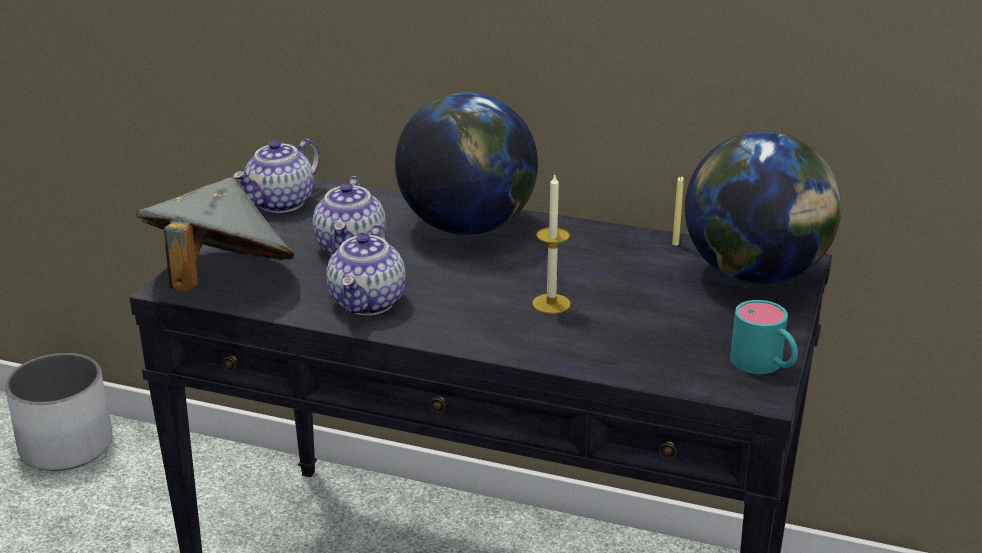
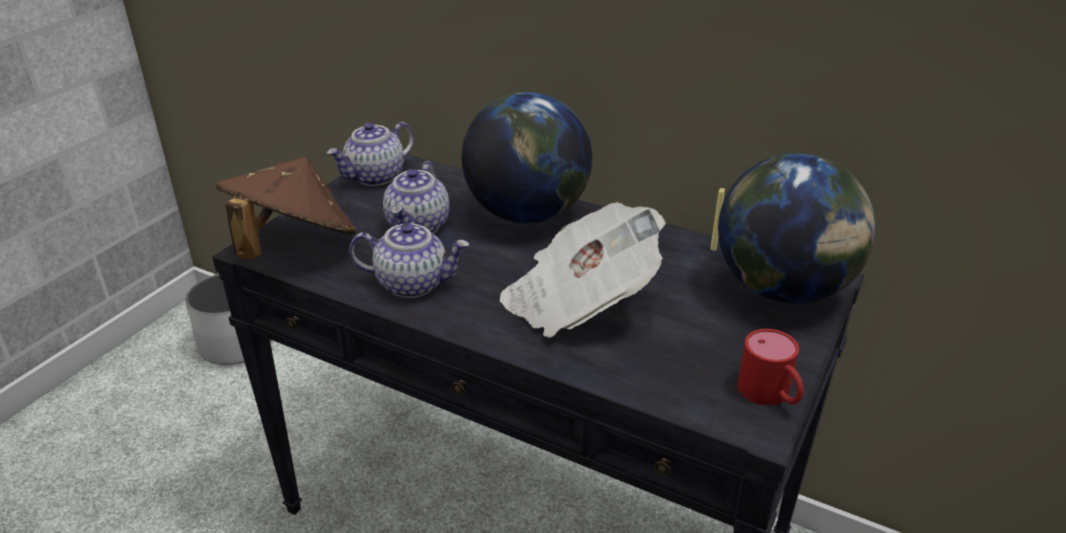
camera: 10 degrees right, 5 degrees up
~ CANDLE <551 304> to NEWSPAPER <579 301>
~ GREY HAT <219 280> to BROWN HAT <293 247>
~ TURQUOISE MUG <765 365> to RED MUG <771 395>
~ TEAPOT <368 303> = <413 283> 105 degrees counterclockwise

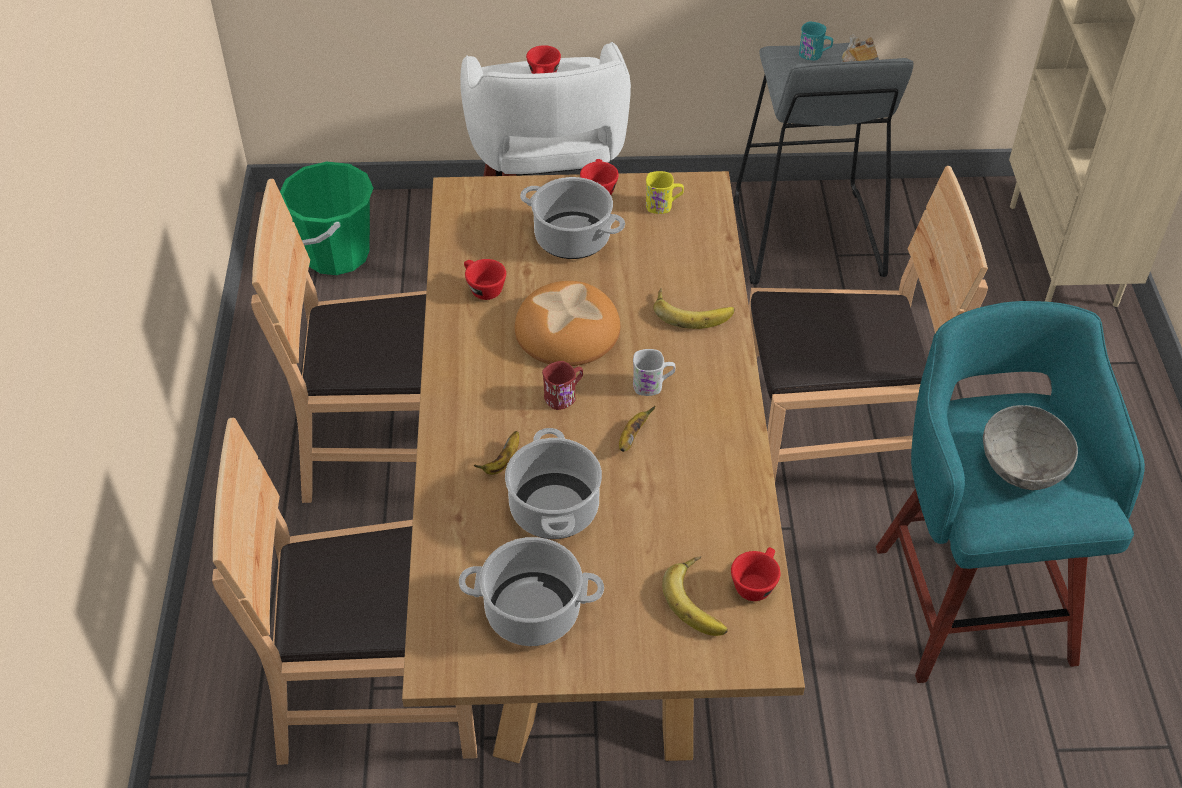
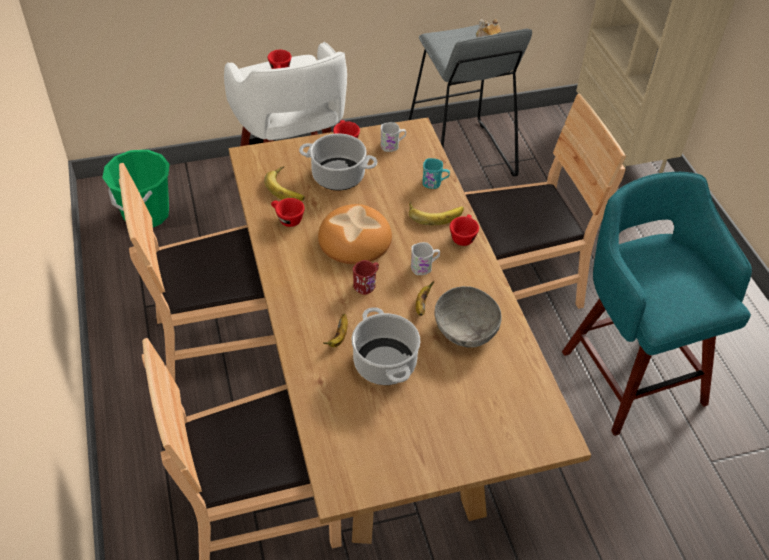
camera: 15 degrees left, 0 degrees up
- COOKING POT <531 612>
~ BANANA <701 600> to <287 187>
~ RED CUP <755 583> to <463 236>
~ TURQUOISE MUG <814 55> to <435 183>
~ GREY BOWL <1022 466> to <465 330>
~ YELLOW MUG <663 205> to WHITE MUG <392 145>

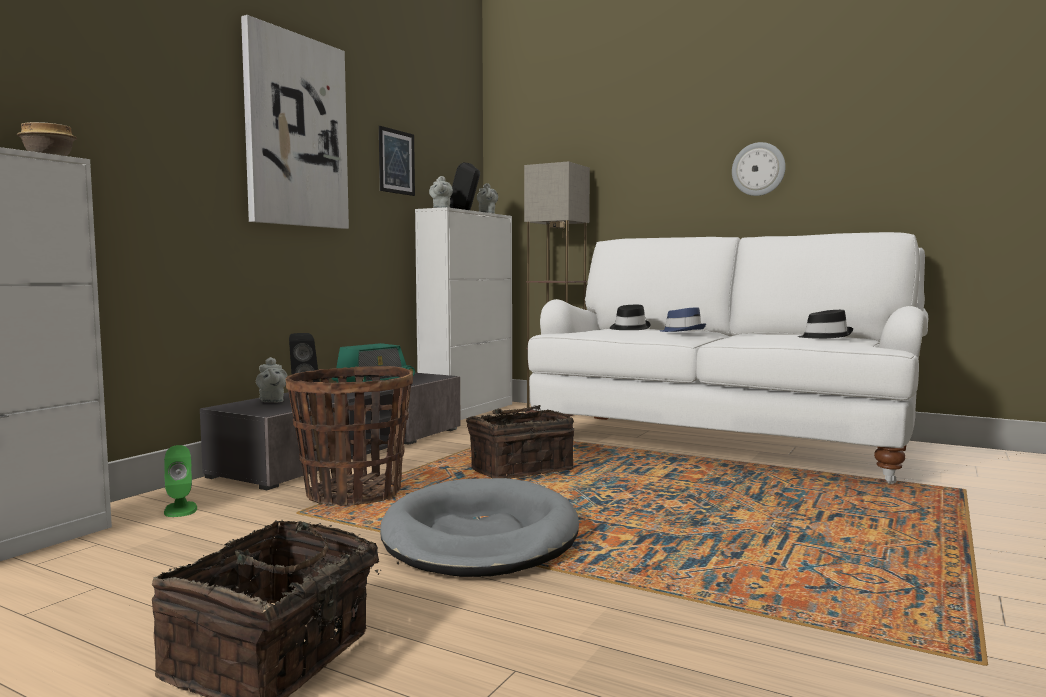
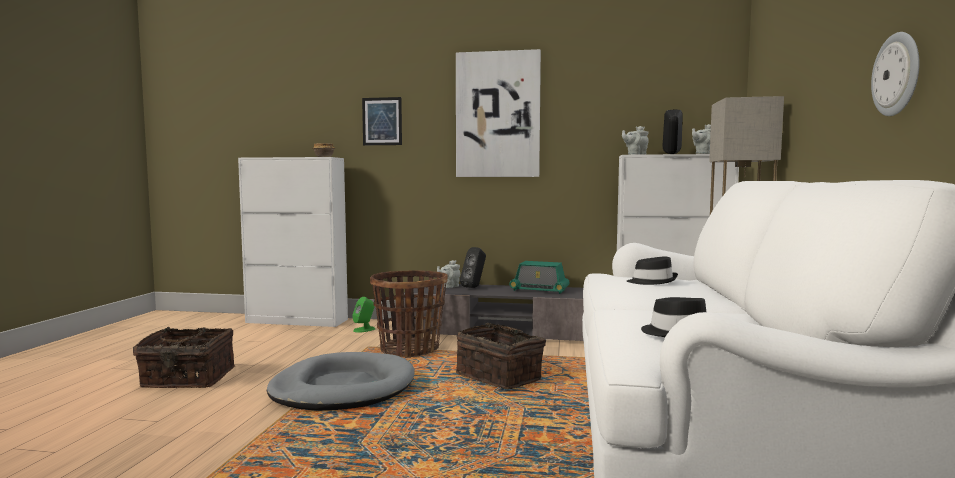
camera: 70 degrees right, 0 degrees up
- BLUE HAT <682 331>
~ PICTURE <396 162> to <382 121>

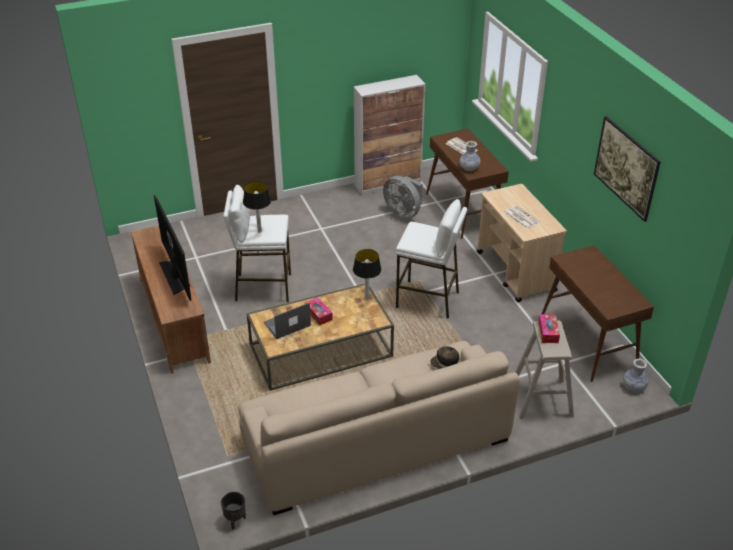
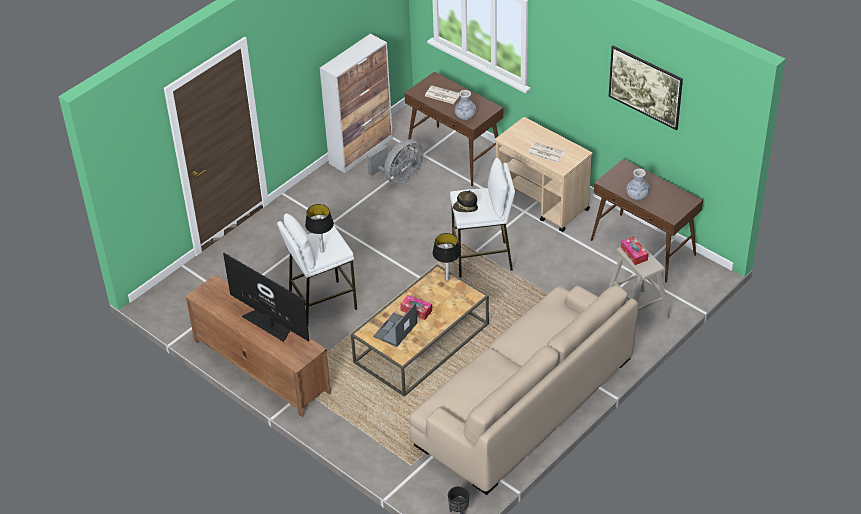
camera: 25 degrees left, 5 degrees up
~ HAT <444 366> to <465 209>
~ VASE <633 386> to <637 195>
~ GREY FAN <403 212> = <399 177> 60 degrees counterclockwise

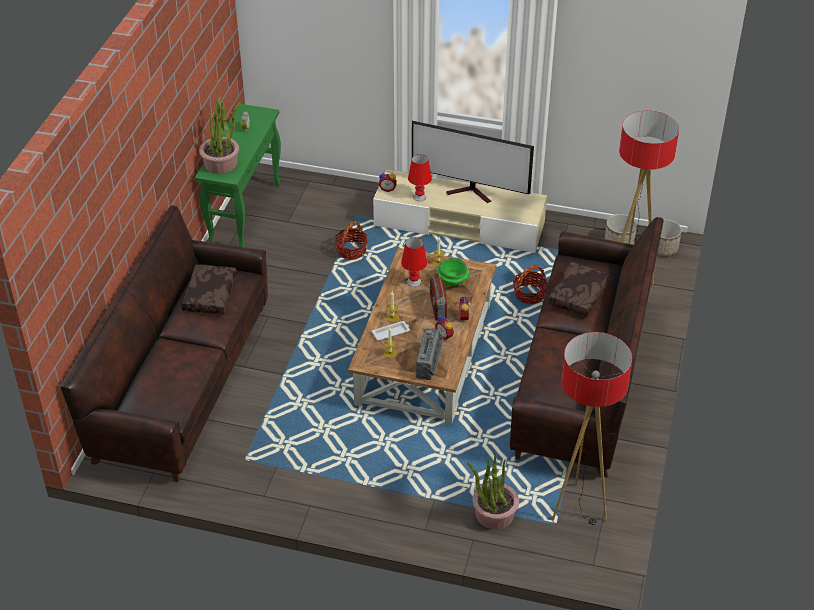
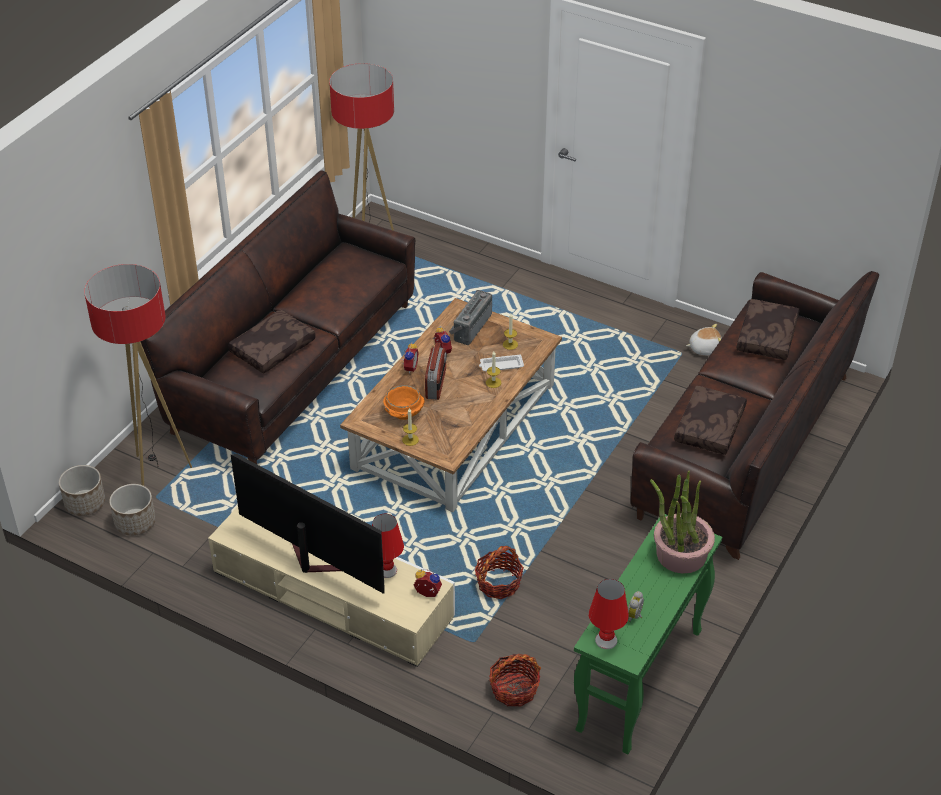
camera: 165 degrees left, 0 degrees up
- POTTED PLANT <494 514>
+ PLUSH TOY <704 348>
+ BROWN PILLOW <768 337>
~ RED TABLE LAMP <414 282> to <606 640>
~ BASKET <529 294> to <514 689>
~ GREEN BOWL <452 280> to ORANGE BOWL <403 413>

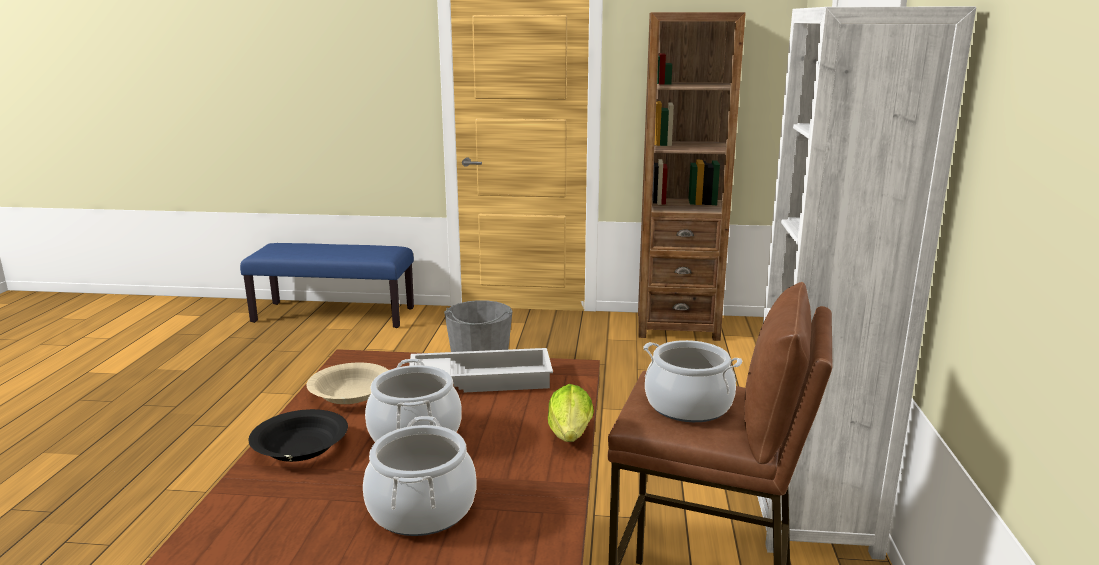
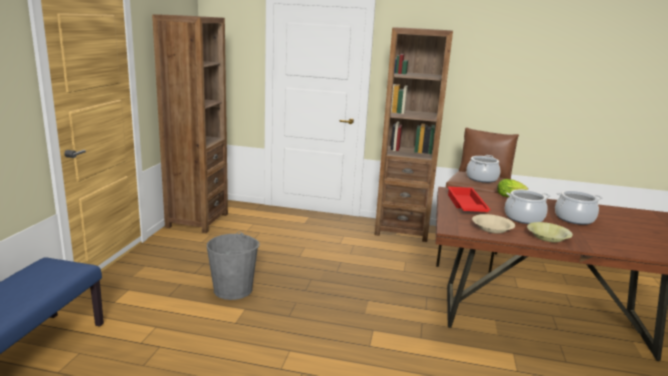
camera: 85 degrees left, 0 degrees up
~ BLACK BOWL <300 448> to YELLOW BOWL <548 237>
~ WHITE TRAY <482 379> to RED TRAY <465 205>
~ WHITE BOOKCASE <811 515> to BROWN BOOKCASE <402 230>

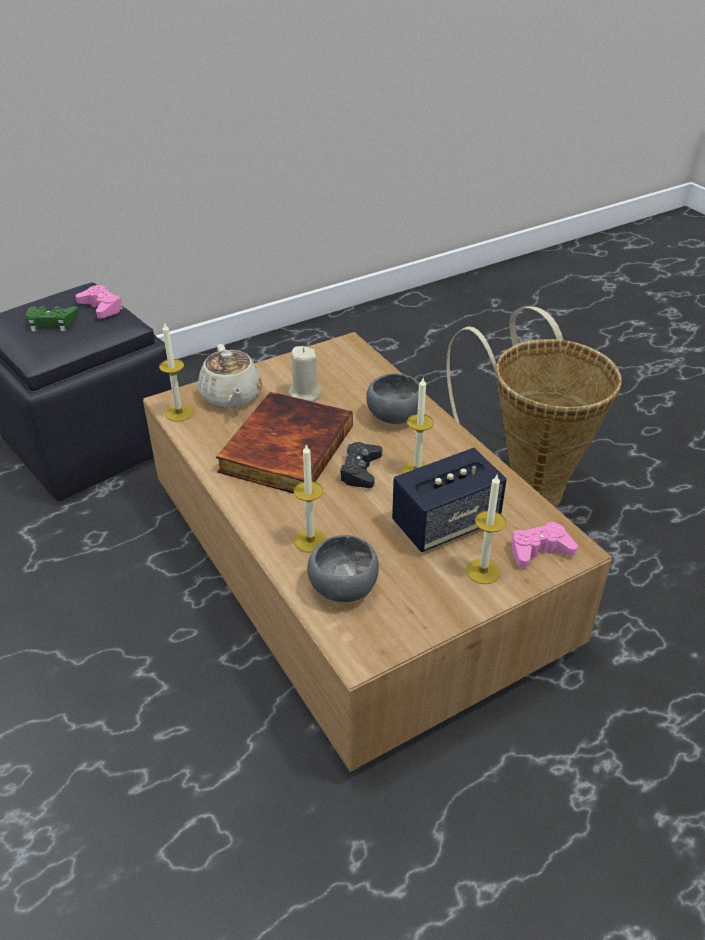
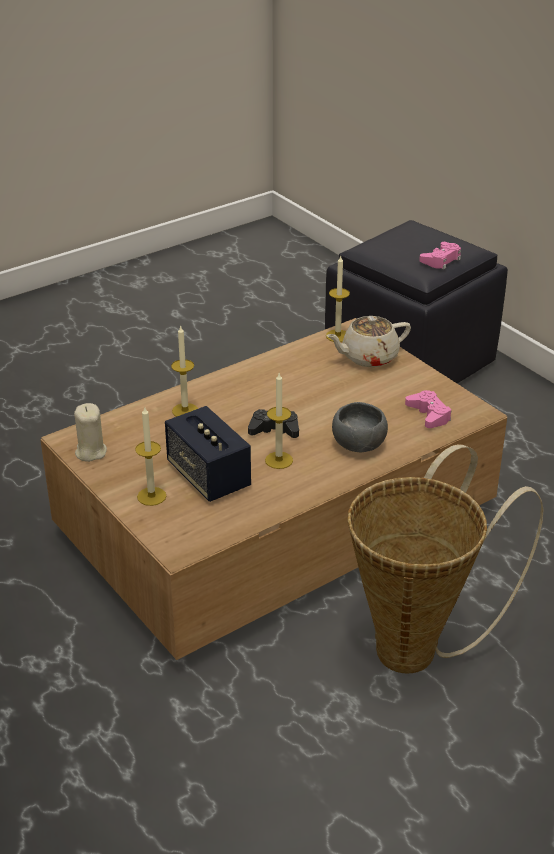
camera: 85 degrees right, 5 degrees down
- GREEN GAME CONTROLLER <52 323>
- BOOK <285 447>
- GREY BOWL <344 589>
~ BEIGE CANDLE <304 394> to <90 452>
~ PINK GAME CONTROLLER <539 550> to <429 414>

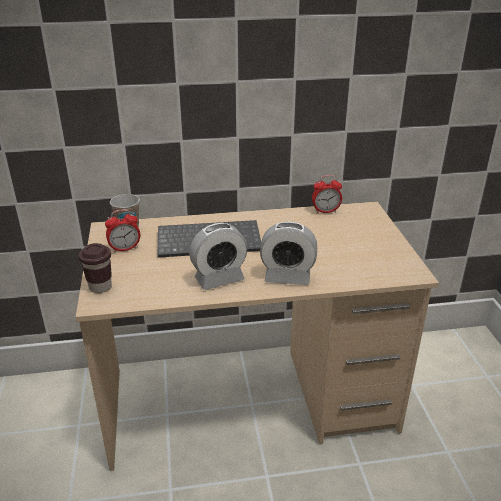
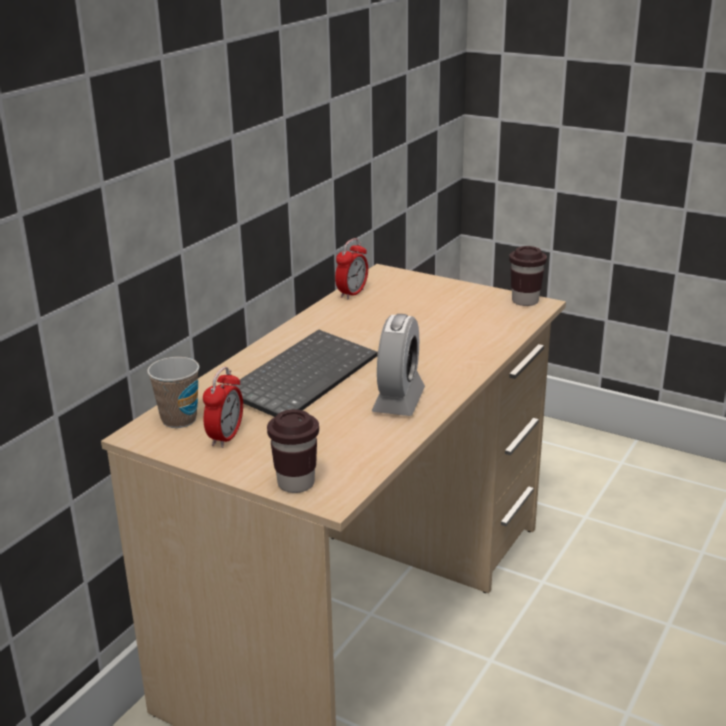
camera: 50 degrees left, 5 degrees down
- ALARM CLOCK <287 277>
+ BROWN CUP <525 301>

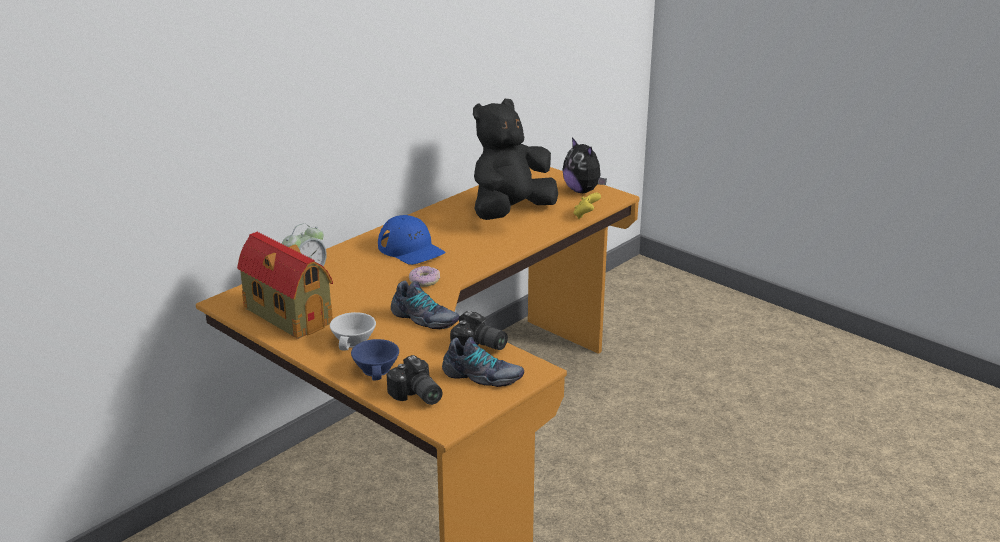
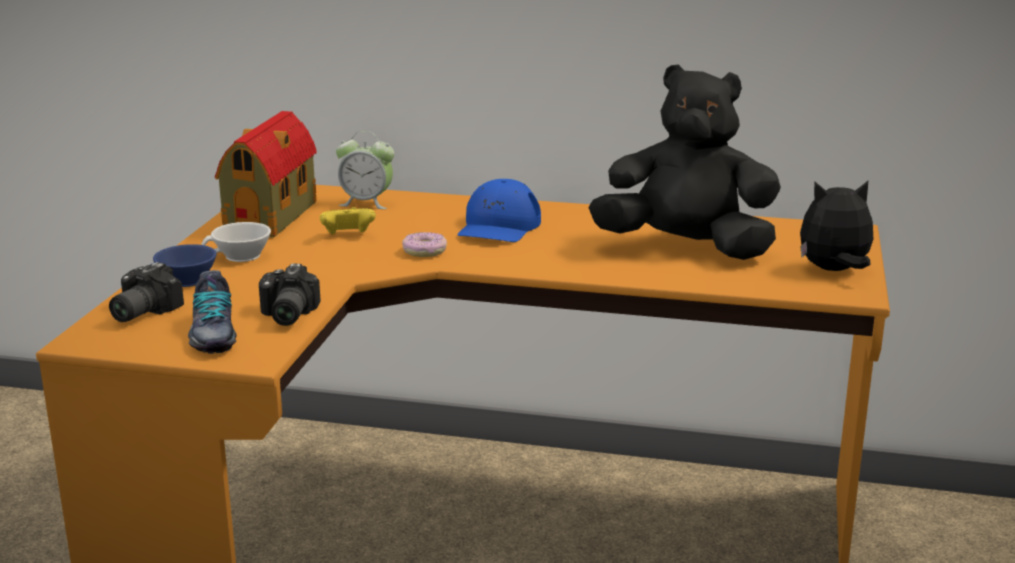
camera: 60 degrees right, 5 degrees down
- SHOE <424 319>
~ YELLOW GAME CONTROLLER <586 215> to <348 236>
~ PLUSH TOY <583 191> = <834 271> 60 degrees clockwise

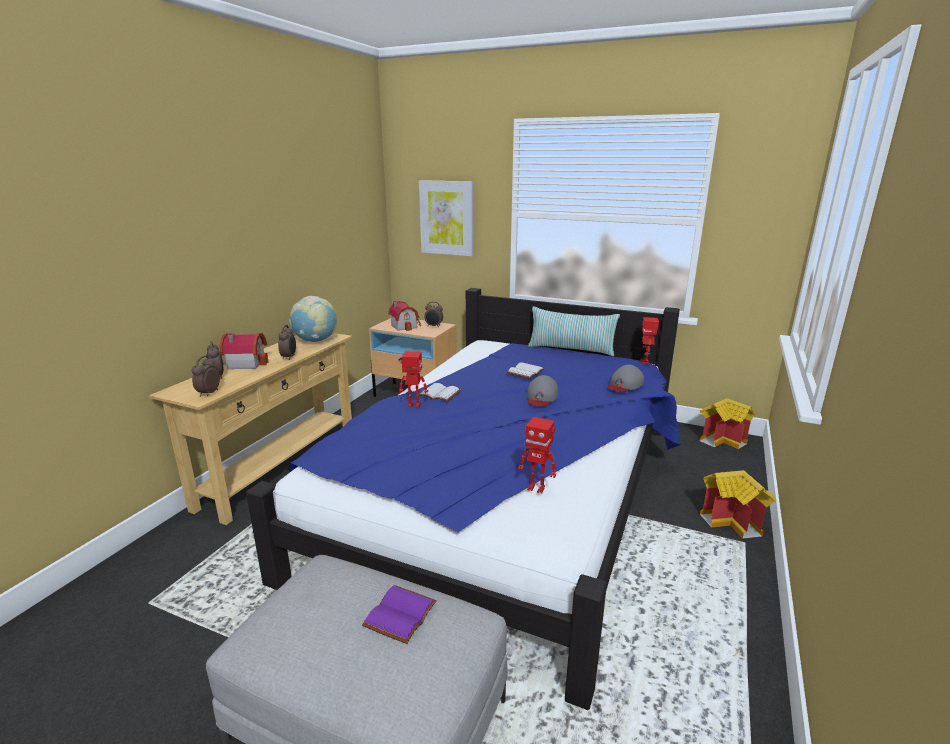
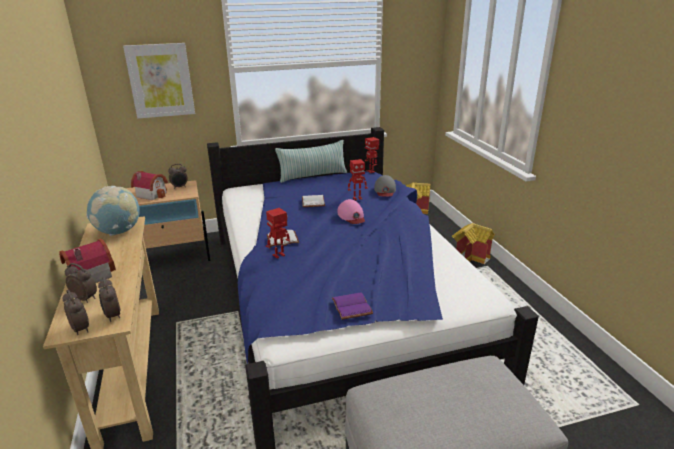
camera: 40 degrees left, 5 degrees up
~ ALARM CLOCK <289 357> to <81 329>
~ PURPLE BOOK <401 616> to <353 307>
~ TOY ROBOT <536 488> to <357 198>
~ GREY CAP <541 396> to PINK CAP <351 216>

